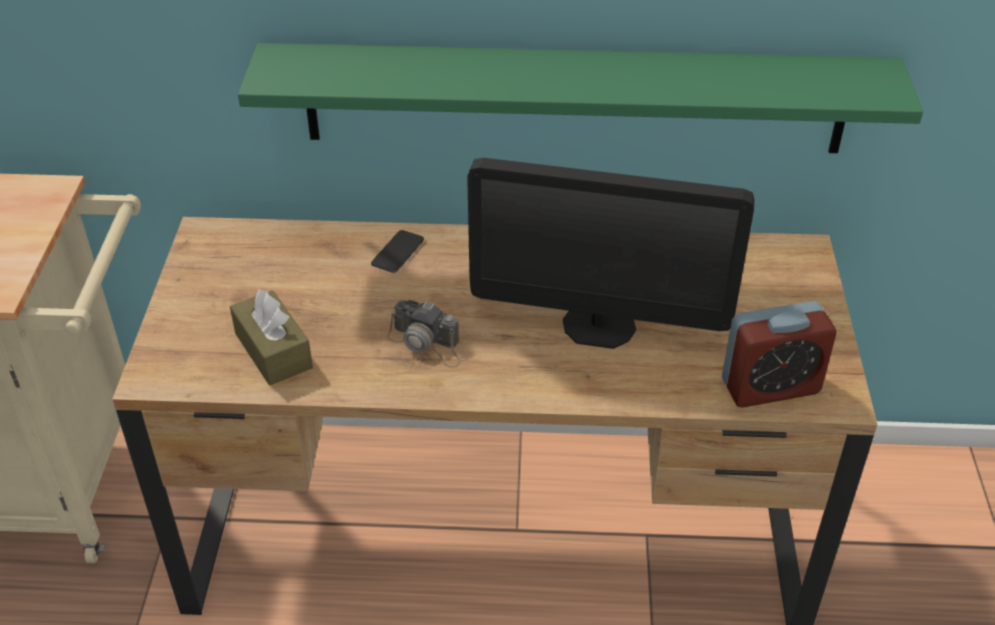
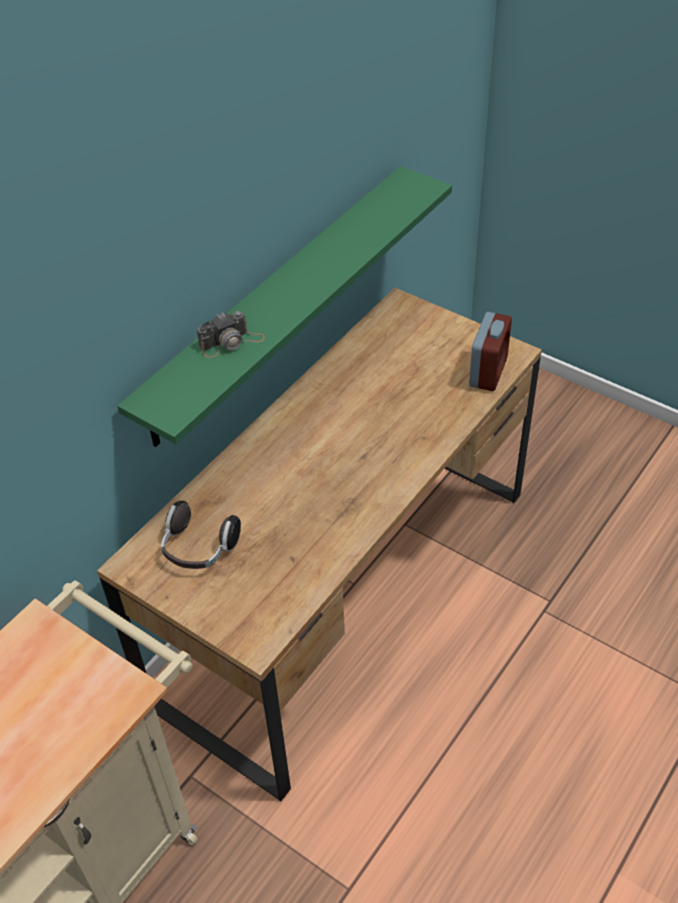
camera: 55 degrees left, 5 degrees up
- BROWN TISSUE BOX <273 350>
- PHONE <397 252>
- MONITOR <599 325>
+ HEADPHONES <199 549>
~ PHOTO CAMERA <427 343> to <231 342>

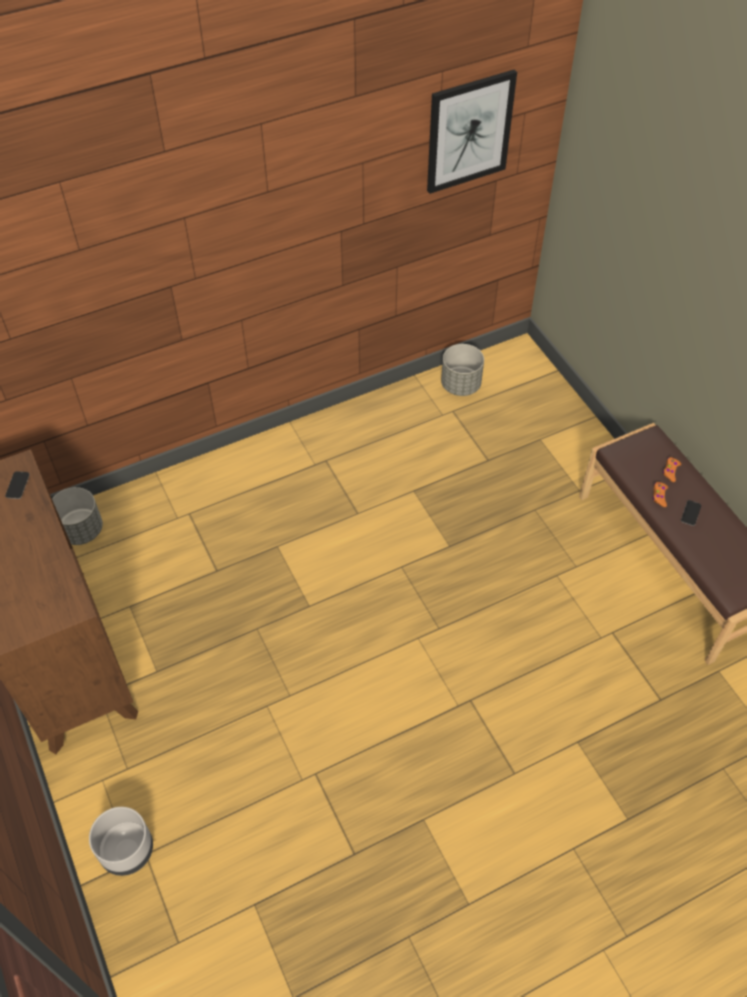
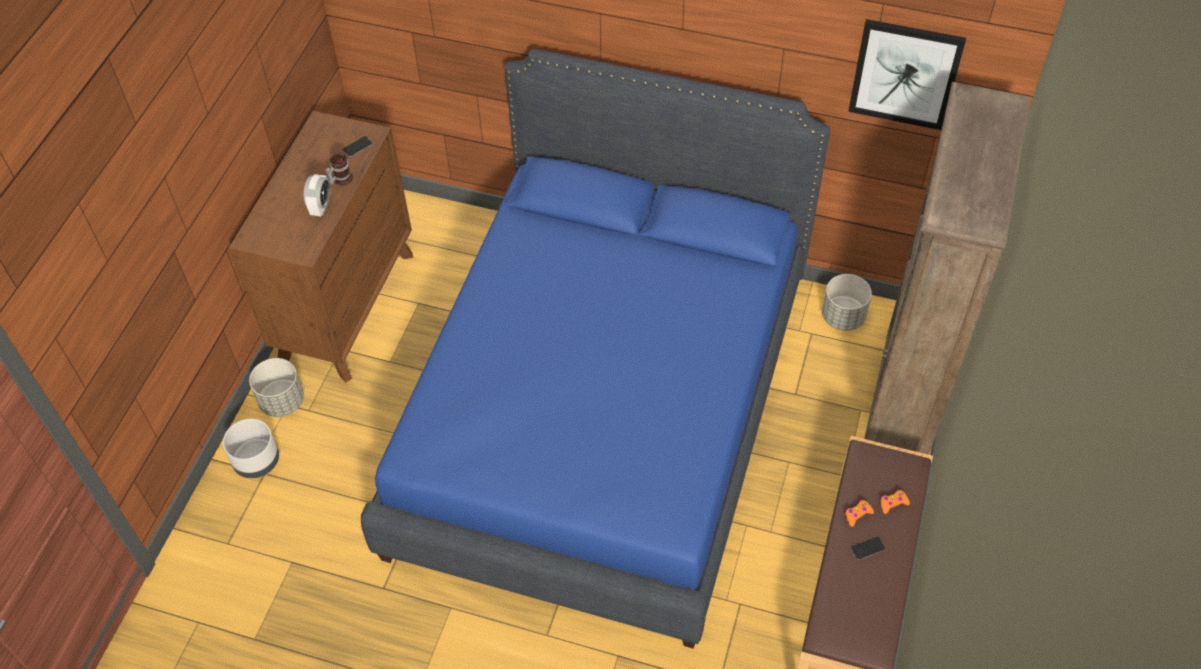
camera: 45 degrees right, 0 degrees up
+ ALARM CLOCK <321 207>
+ MUG <340 179>
+ BLUE BED <603 414>
+ BROWN BOOKCASE <903 401>
~ GREY PLANTER <82 530> to <282 401>

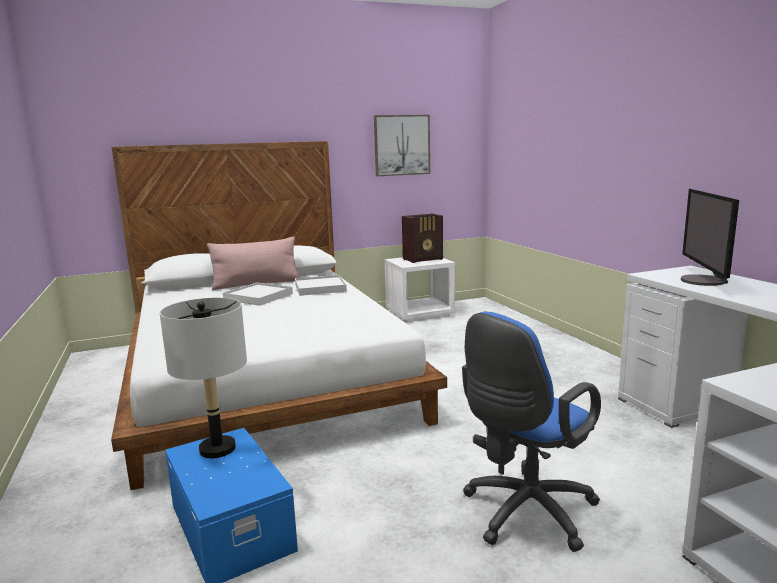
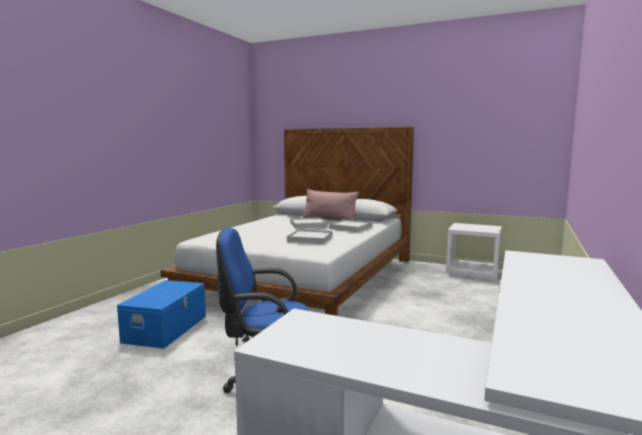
camera: 45 degrees right, 5 degrees down
- GREY TABLE LAMP <218 449>
- PICTURE <401 145>
- RADIO <423 259>
- MONITOR <704 281>
+ WHITE TRAY <310 239>

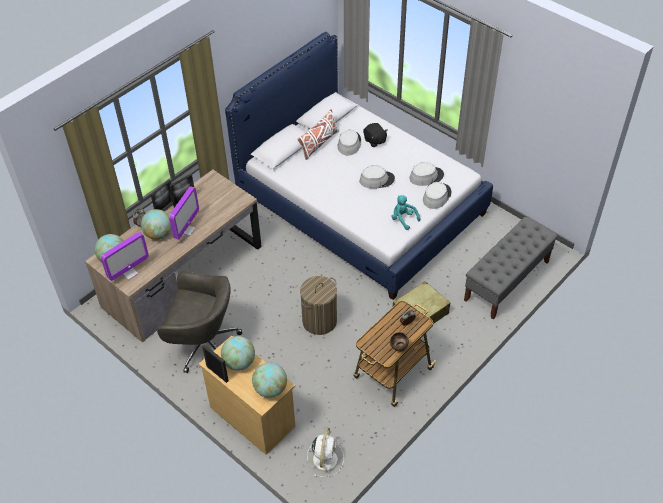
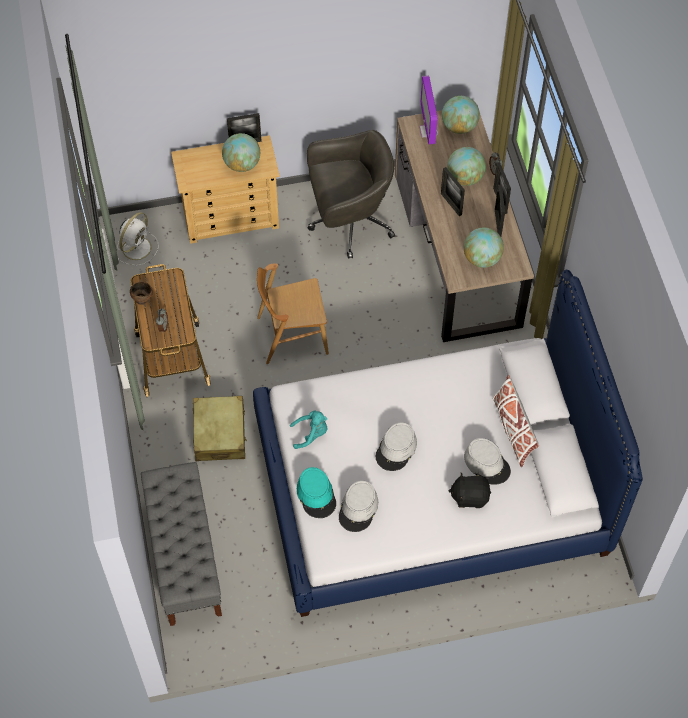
camera: 125 degrees right, 10 degrees up
~ GLOBE <270 389> to <482 259>
~ MONITOR <186 230> to PICTURE FRAME <451 204>
~ LAUNDRY BASKET <319 321> to BROWN CHAIR <292 335>
~ GREY HAT <436 196> to TURQUOISE HAT <316 495>
~ GREY OFFICE CHAIR <203 344> = <349 222> 150 degrees counterclockwise
~ WHITE FAN <325 458> = <137 247> 105 degrees counterclockwise

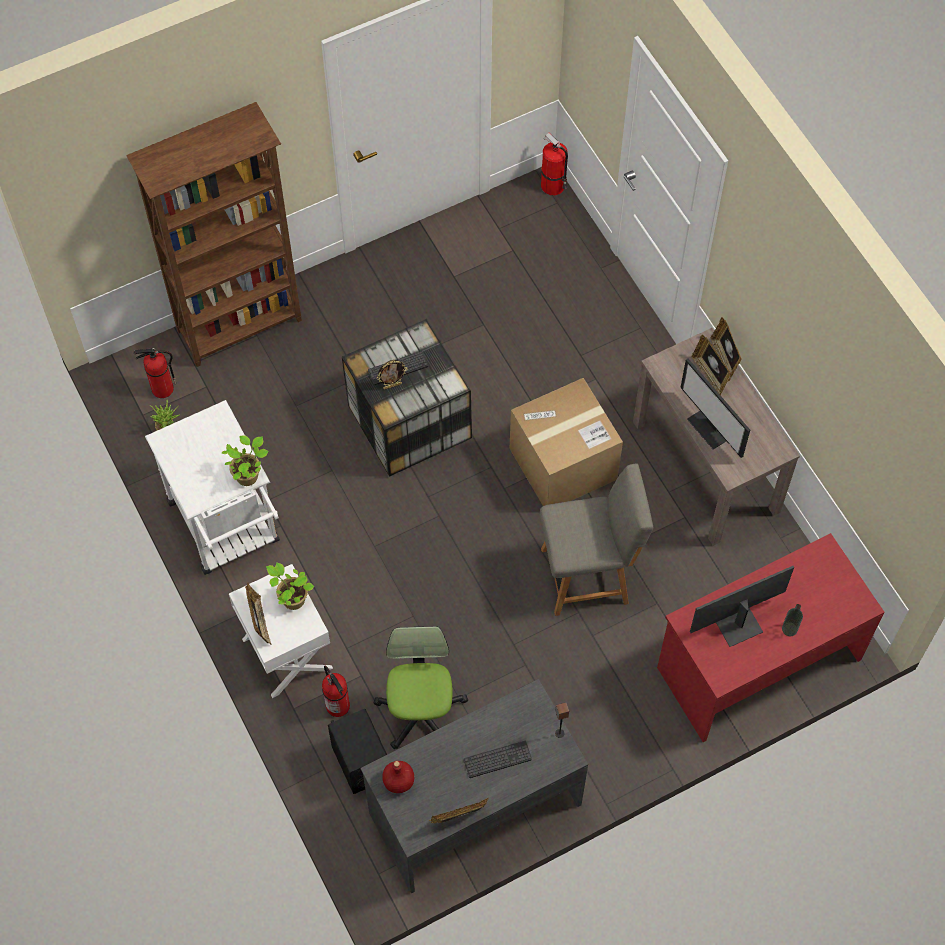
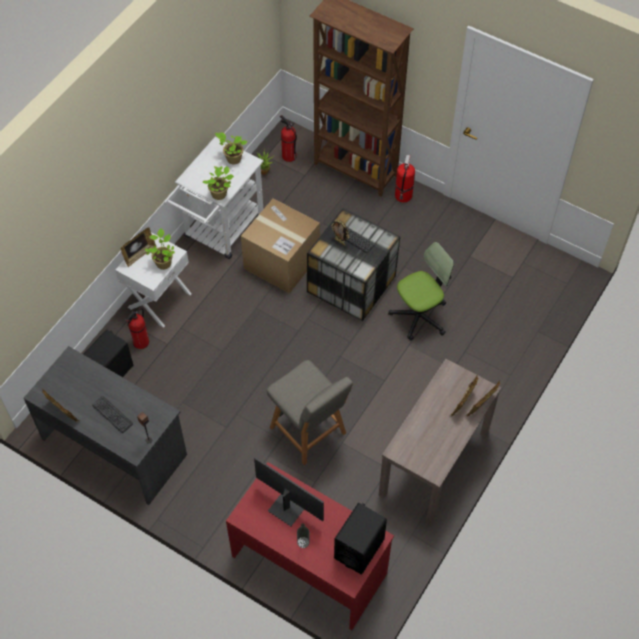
camera: 60 degrees right, 5 degrees down
- RED BOTTLE <398 781>
- MONITOR <711 427>
+ POTTED PLANT <232 159>
+ BLACK SPEAKER <359 548>
~ OFFICE CHAIR <420 712> to <419 316>
~ CARDBOARD BOX <563 464> to <281 262>
~ FIRE EXTINGUISHER <554 186> to <403 196>

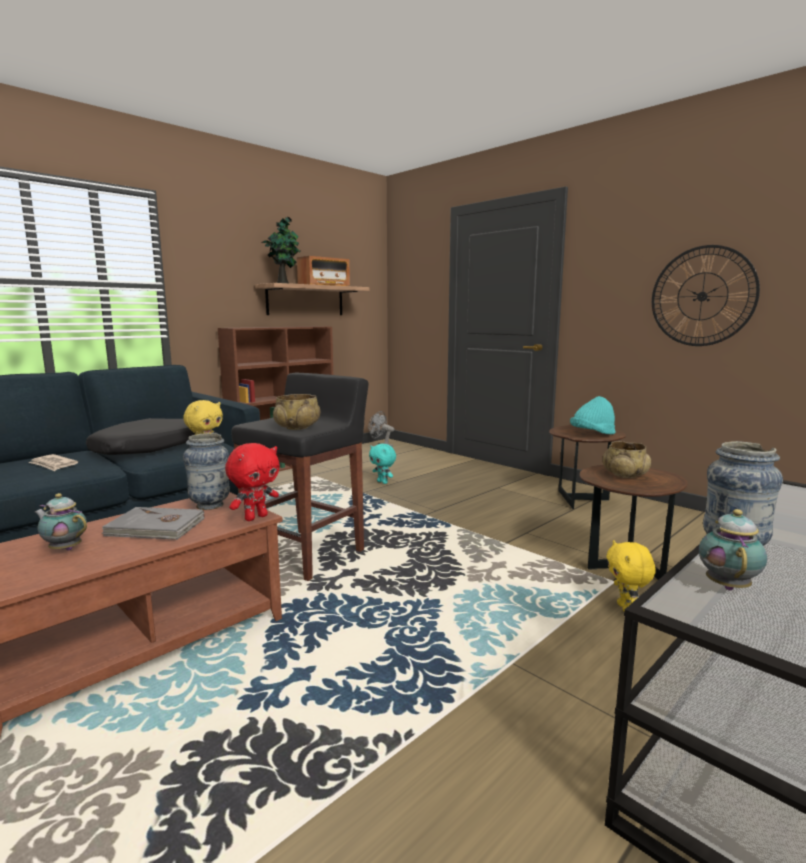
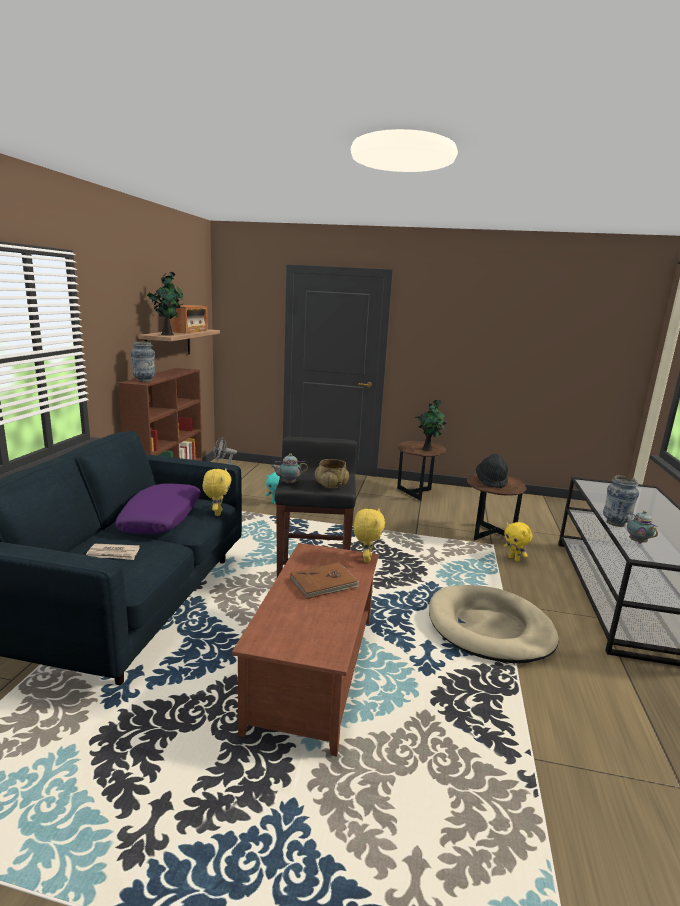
camera: 35 degrees left, 5 degrees up
- WALL CLOCK <702 296>
+ BEIGE DOG BED <489 628>
~ TEAPOT <65 549> to <288 483>
~ VASE <210 505> to <144 381>
~ TURQUOISE HAT <592 434> to POTTED PLANT <428 449>
~ BEIGE BOWL <624 475> to BLACK HAT <491 481>
~ BLACK PILLOW <152 449> to PURPLE PILLOW <162 518>
~ GREY BOOK <156 528> to BROWN BOOK <324 583>
~ RED PLUSH TOY <255 517> to YELLOW PLUSH TOY <366 558>

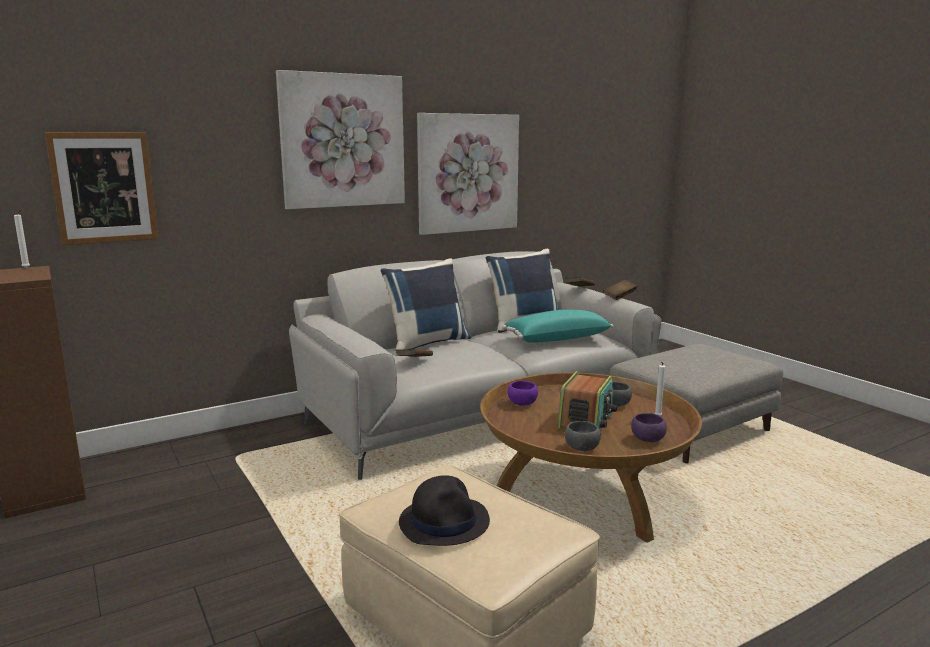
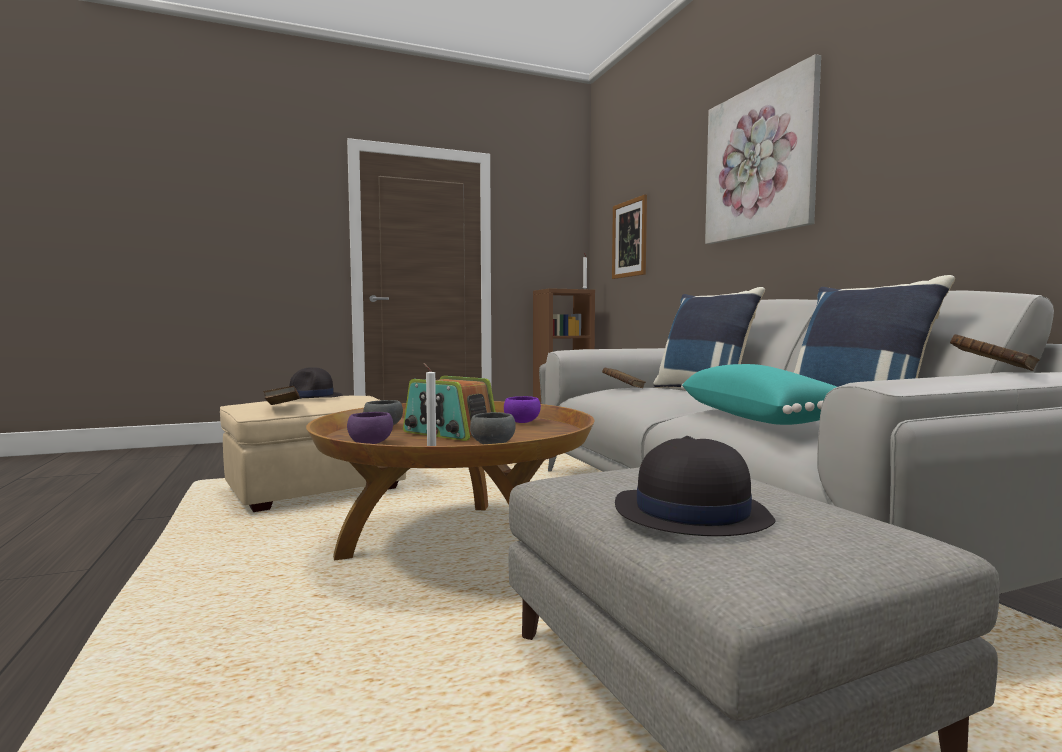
camera: 100 degrees right, 10 degrees down
- PICTURE <468 173>
+ BLACK HAT <690 513>
~ BROWN BOOK <620 297> to <282 406>

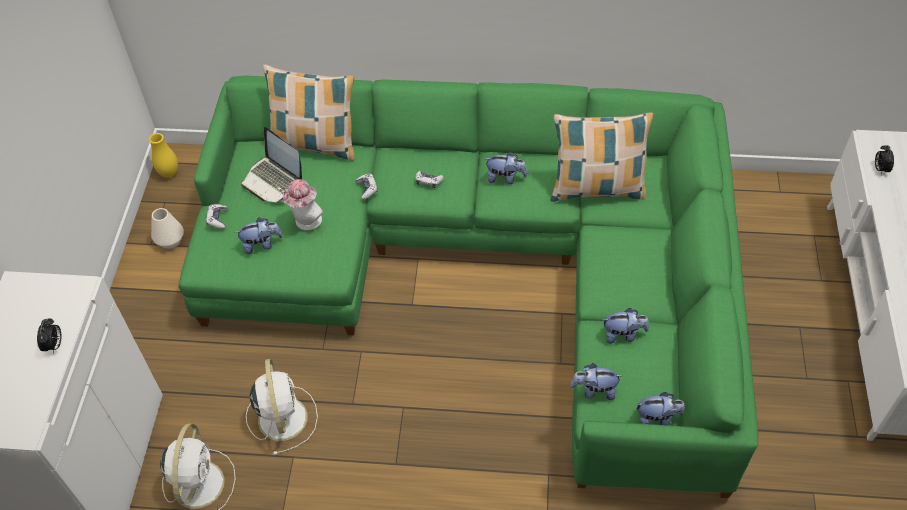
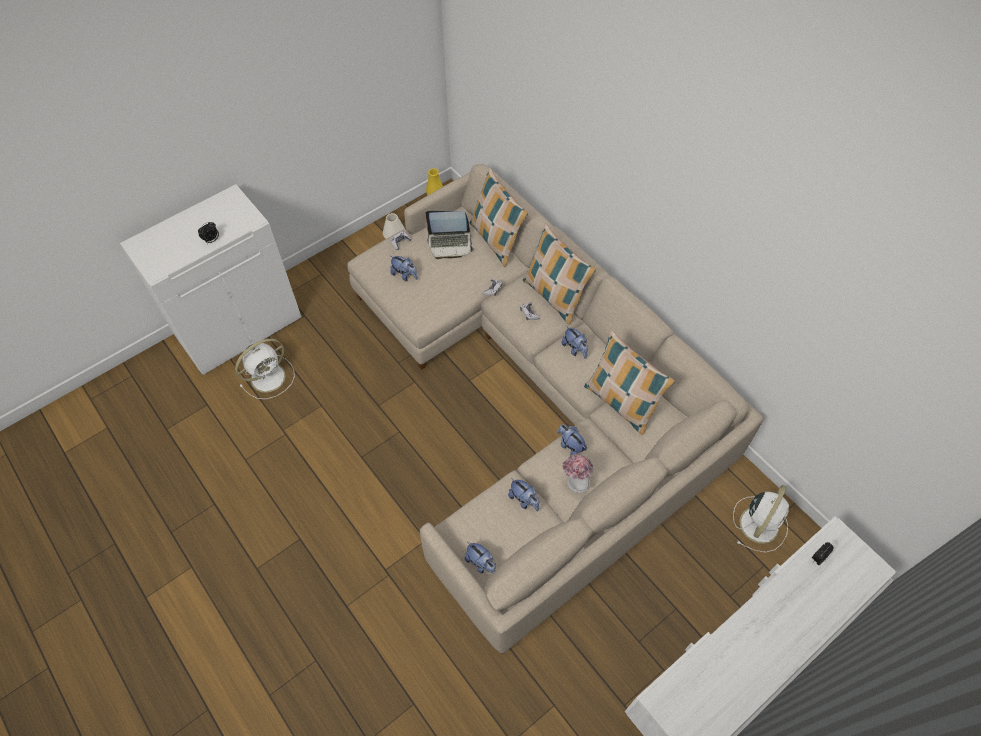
camera: 45 degrees right, 5 degrees up
+ PILLOW <554 296>
~ WHITE FAN <282 416> to <759 523>
~ HAT <306 222> to <575 483>
~ PLUSH TOY <594 390> to <570 446>
~ GREEN SOFA <488 265> to BEIGE SOFA <536 396>
~ LAPTOP <273 180> = <450 243> 90 degrees counterclockwise

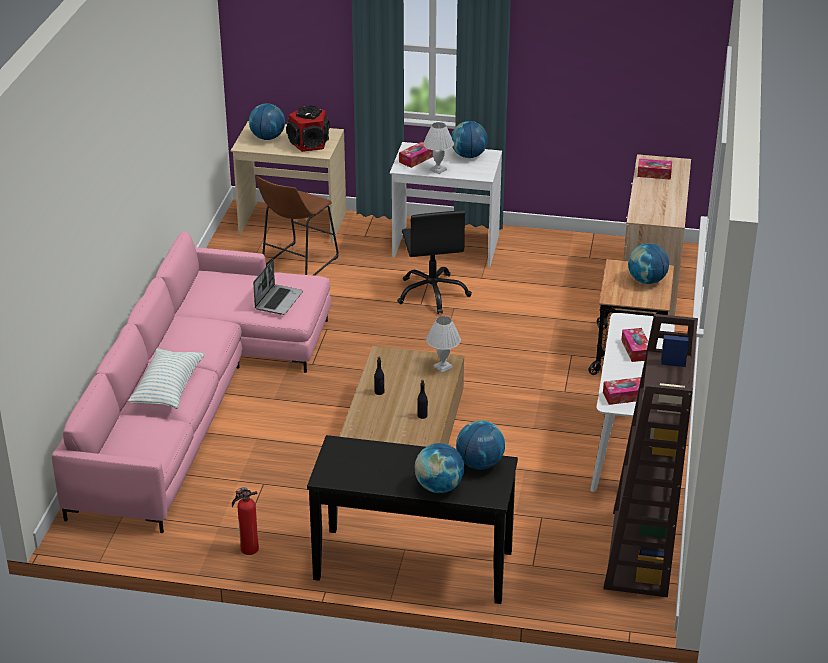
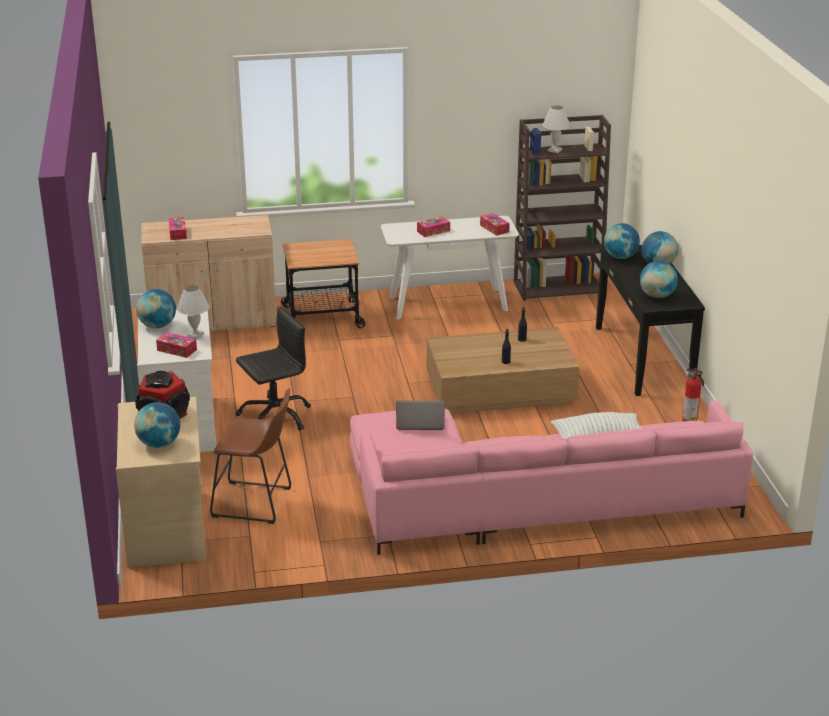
camera: 110 degrees left, 5 degrees down
~ WHITE TABLE LAMP <442 367> to <555 150>
~ GLOBE <647 281> to <657 296>

